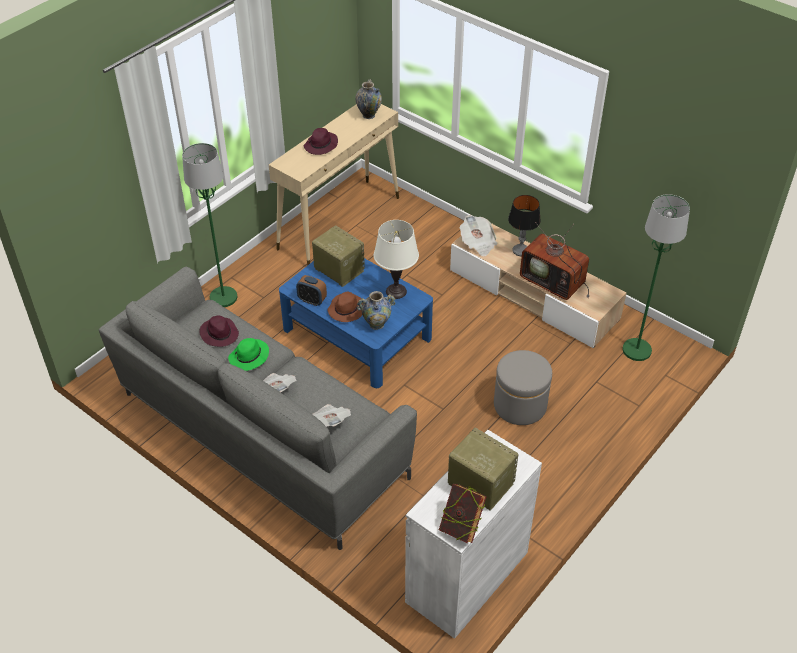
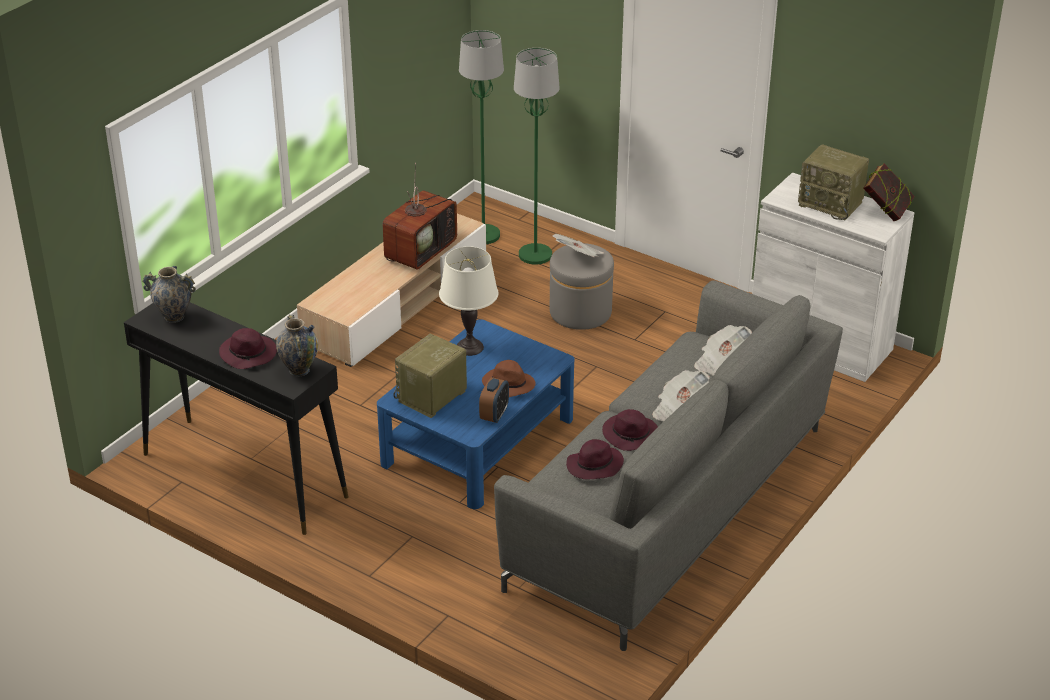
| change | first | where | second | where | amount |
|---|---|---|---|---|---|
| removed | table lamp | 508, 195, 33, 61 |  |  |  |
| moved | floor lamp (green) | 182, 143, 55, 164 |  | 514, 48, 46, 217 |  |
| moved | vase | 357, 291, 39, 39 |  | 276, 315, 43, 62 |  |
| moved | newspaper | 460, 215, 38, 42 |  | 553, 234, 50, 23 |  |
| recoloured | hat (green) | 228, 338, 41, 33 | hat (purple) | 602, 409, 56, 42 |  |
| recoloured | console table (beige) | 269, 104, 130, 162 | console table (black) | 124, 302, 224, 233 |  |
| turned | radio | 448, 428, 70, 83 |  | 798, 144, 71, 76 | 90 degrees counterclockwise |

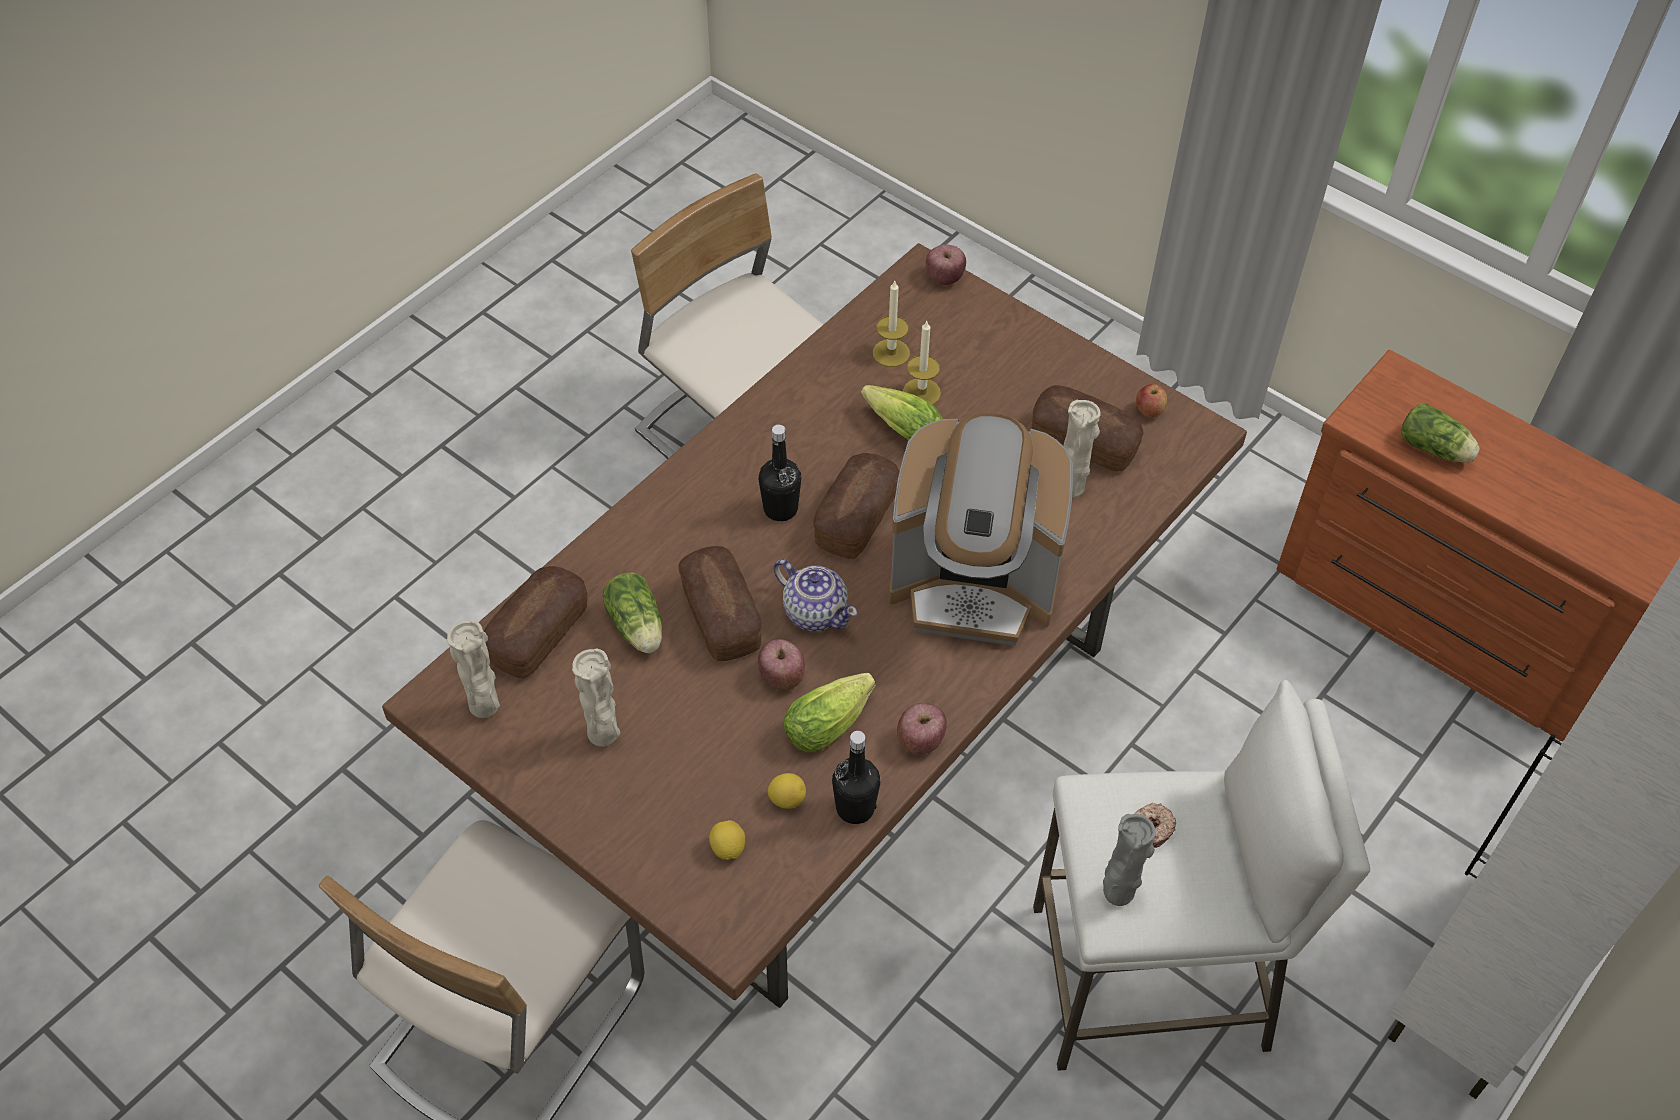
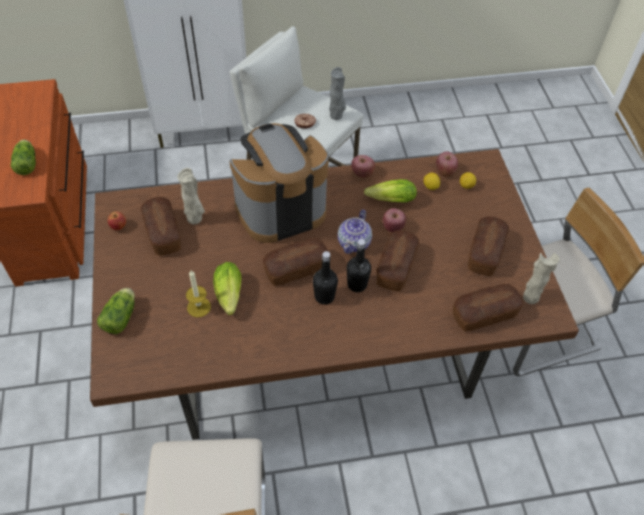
| change | first | where | second | where | amount |
|---|---|---|---|---|---|
| removed | candle | 873, 281, 37, 86 |  |  |  |
| moved | lettuce | 603, 572, 59, 81 |  | 97, 288, 38, 46 |  |
| moved | bottle (black) | 832, 731, 48, 93 |  | 346, 239, 25, 53 |  |
| moved | apple | 926, 245, 40, 40 |  | 436, 152, 22, 25 |  |
| replaced | vase (beige) | 572, 648, 49, 99 | bread | 468, 217, 41, 59 |  |
| turned | teapot | 774, 559, 84, 72 |  | 338, 210, 34, 44 | 150 degrees counterclockwise |
| turned | coffee machine | 889, 413, 184, 233 |  | 229, 123, 100, 120 | 75 degrees counterclockwise |

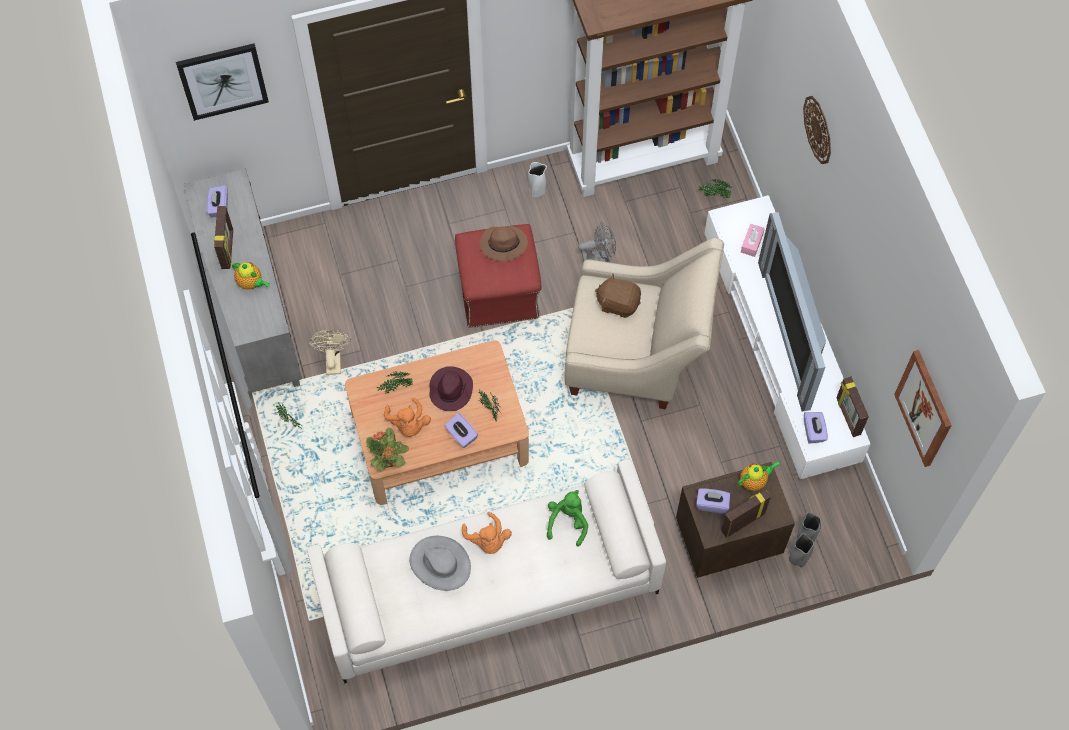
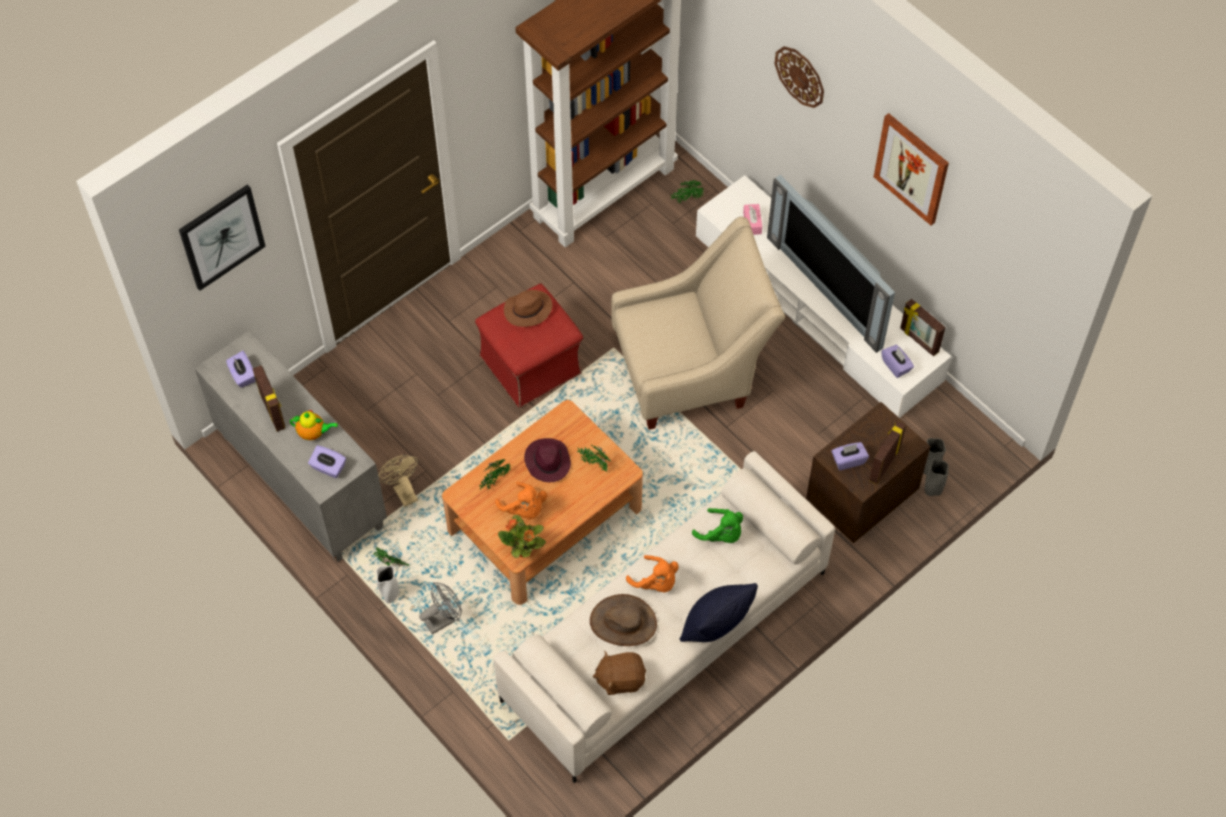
| change | first | where | second | where | amount |
|---|---|---|---|---|---|
| removed | teapot | 737, 461, 44, 30 |  |  |  |
| added |  |  | pillow (black) | 680, 583, 78, 59 |  |
| moved | tissue box (purple) | 445, 413, 33, 35 |  | 308, 445, 38, 33 |  |
| moved | vase (white) | 528, 162, 19, 36 |  | 376, 566, 23, 37 |  |
| moved | fan (grey) | 578, 221, 38, 41 |  | 419, 582, 43, 52 |  |
| moved | plush toy (brown) | 595, 273, 46, 45 |  | 593, 651, 53, 44 |  |
| moved | picture | 894, 350, 58, 117 |  | 874, 113, 75, 112 |  |
| recoloured | hat (grey) | 410, 536, 61, 55 | hat (brown) | 590, 594, 67, 52 |  |
| turned | plush toy (green) | 547, 490, 41, 57 |  | 692, 508, 51, 35 | 135 degrees clockwise |

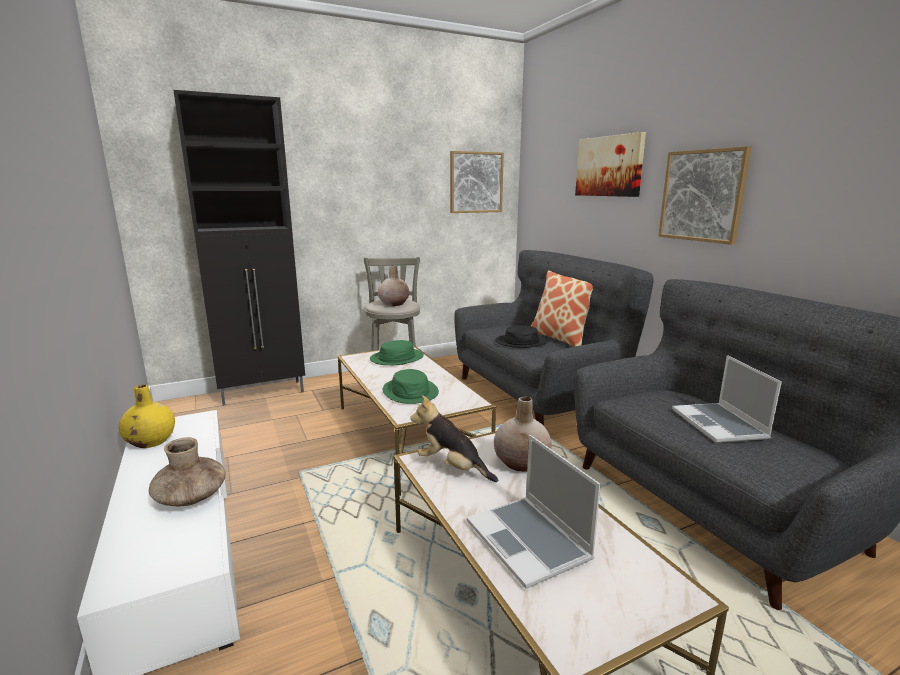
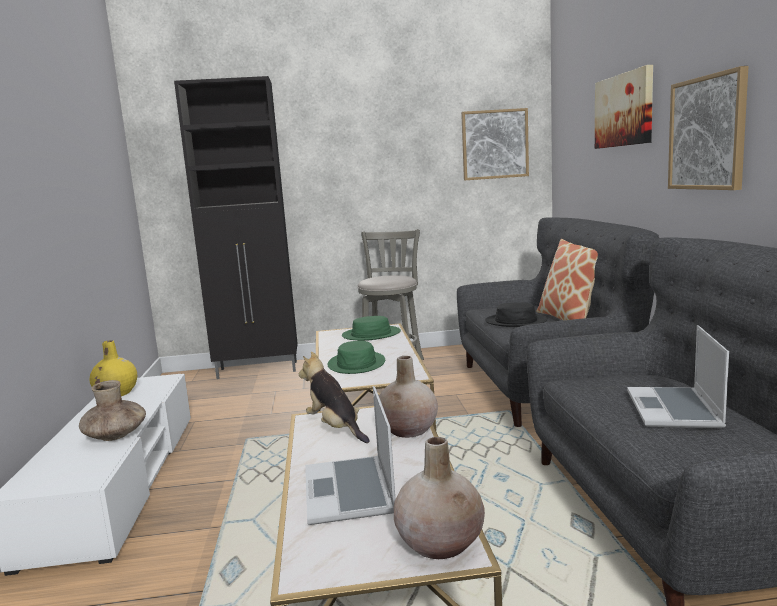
| change | first | where | second | where | amount |
|---|---|---|---|---|---|
| moved | vase (beige) | 378, 265, 31, 41 |  | 393, 437, 92, 122 |  |

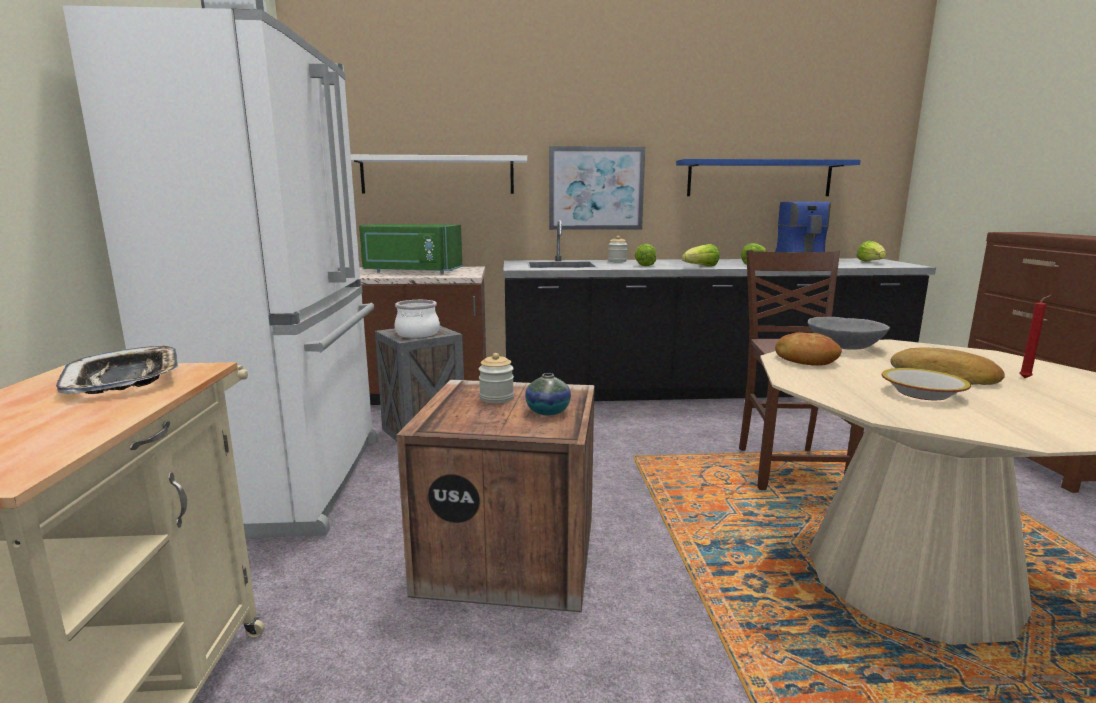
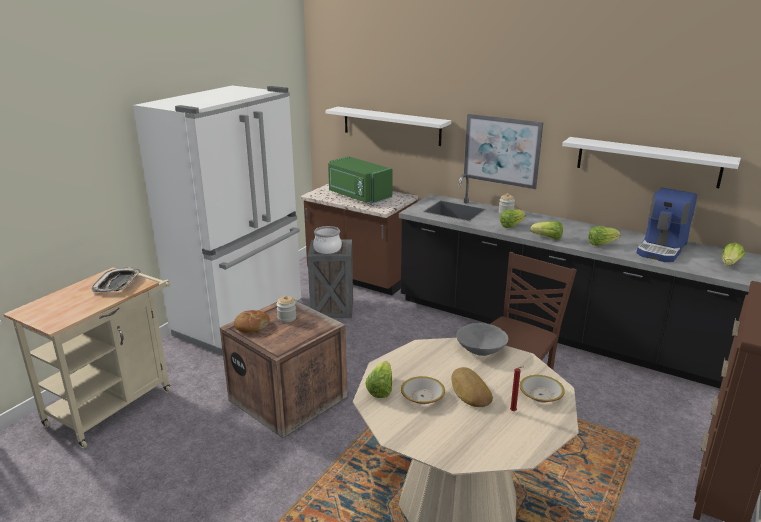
| change | first | where | second | where | amount |
|---|---|---|---|---|---|
| removed | vase | 525, 373, 46, 43 |  |  |  |
| added |  |  | lettuce | 365, 361, 27, 37 |  |
| added |  |  | bowl | 519, 375, 46, 27 |  |
| moved | bread | 775, 332, 67, 34 |  | 234, 310, 36, 23 |  |
| recoloured | shelf (blue) | 676, 159, 185, 37 | shelf (white) | 562, 137, 179, 51 |  |

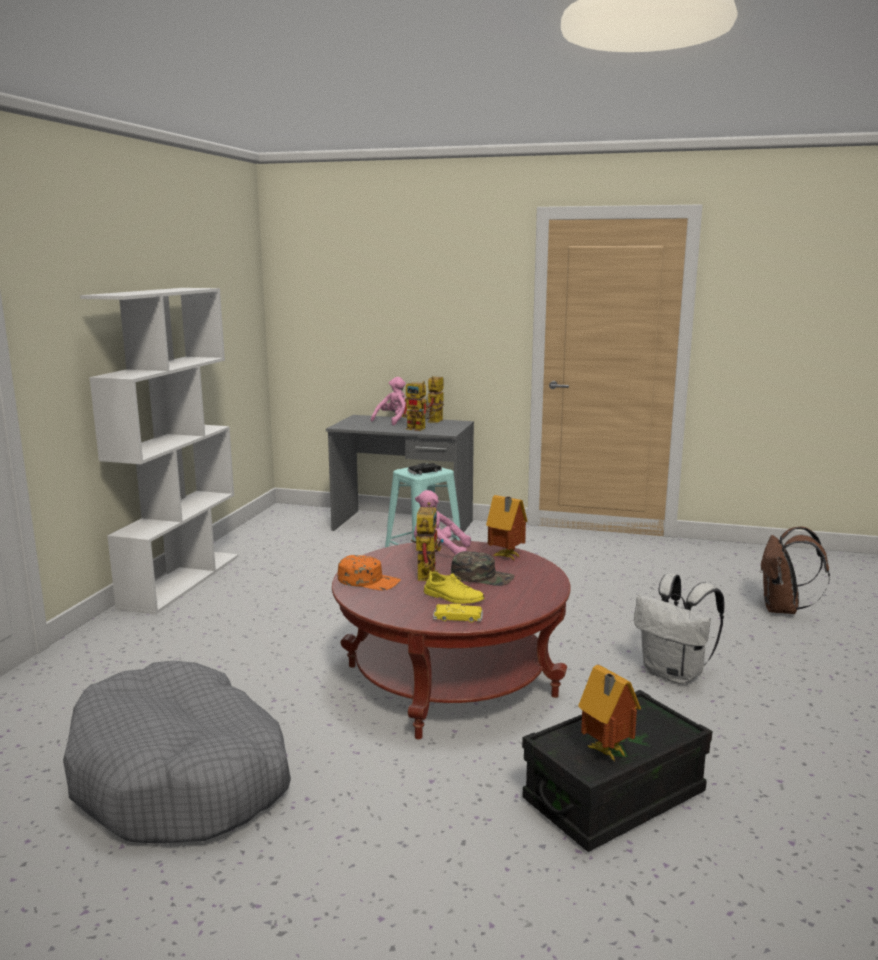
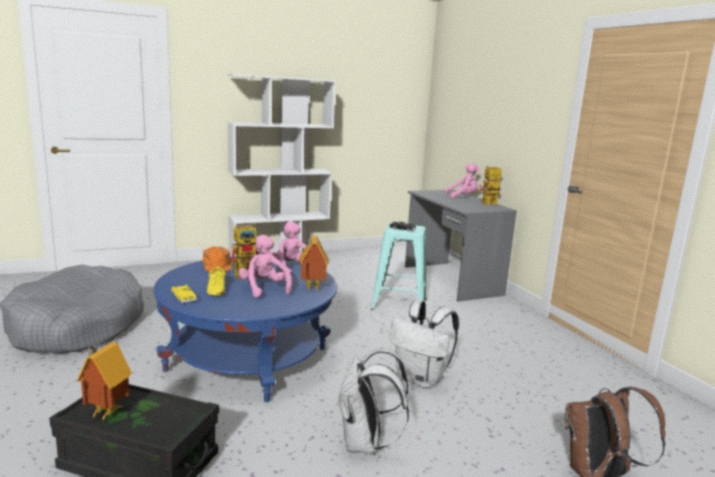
| change | first | where | second | where | amount |
|---|---|---|---|---|---|
| removed | toy robot | 402, 381, 34, 50 |  |  |  |
| added |  |  | backpack (white) | 390, 300, 69, 88 |  |
| replaced | cap (green) | 451, 551, 64, 35 | plush toy (pink) | 239, 235, 53, 63 |  |
| recoloured | coffee table (red) | 332, 540, 238, 199 | coffee table (blue) | 153, 257, 184, 145 |  |

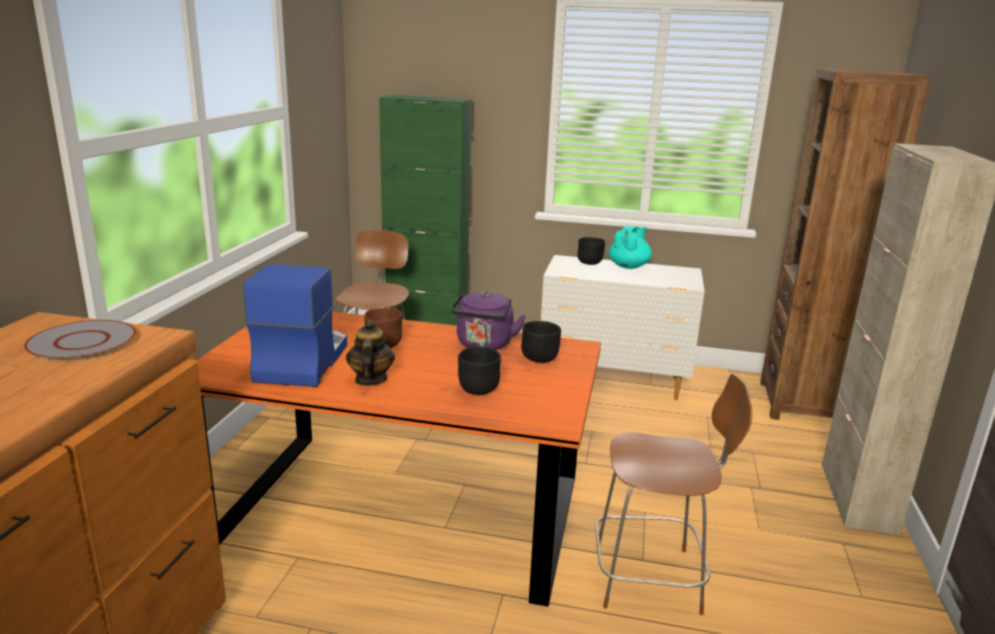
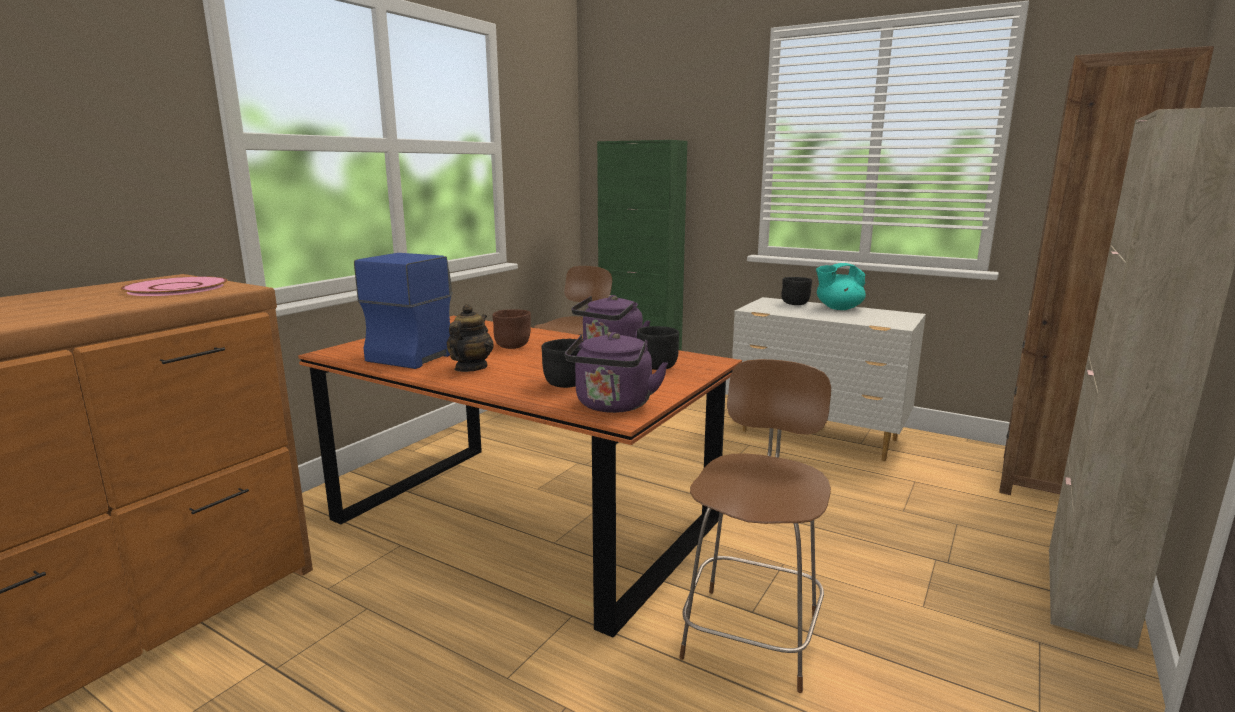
| change | first | where | second | where | amount |
|---|---|---|---|---|---|
| added |  |  | kettle (purple) | 565, 332, 103, 81 |  |
| recoloured | plate (grey) | 24, 320, 113, 41 | plate (pink) | 120, 276, 107, 20 |  |
| turned | chair (brown) | 595, 374, 158, 241 |  | 679, 359, 152, 334 | 90 degrees counterclockwise |
| turned | teapot (turquoise) | 609, 226, 43, 43 |  | 816, 263, 50, 47 | 150 degrees counterclockwise |

